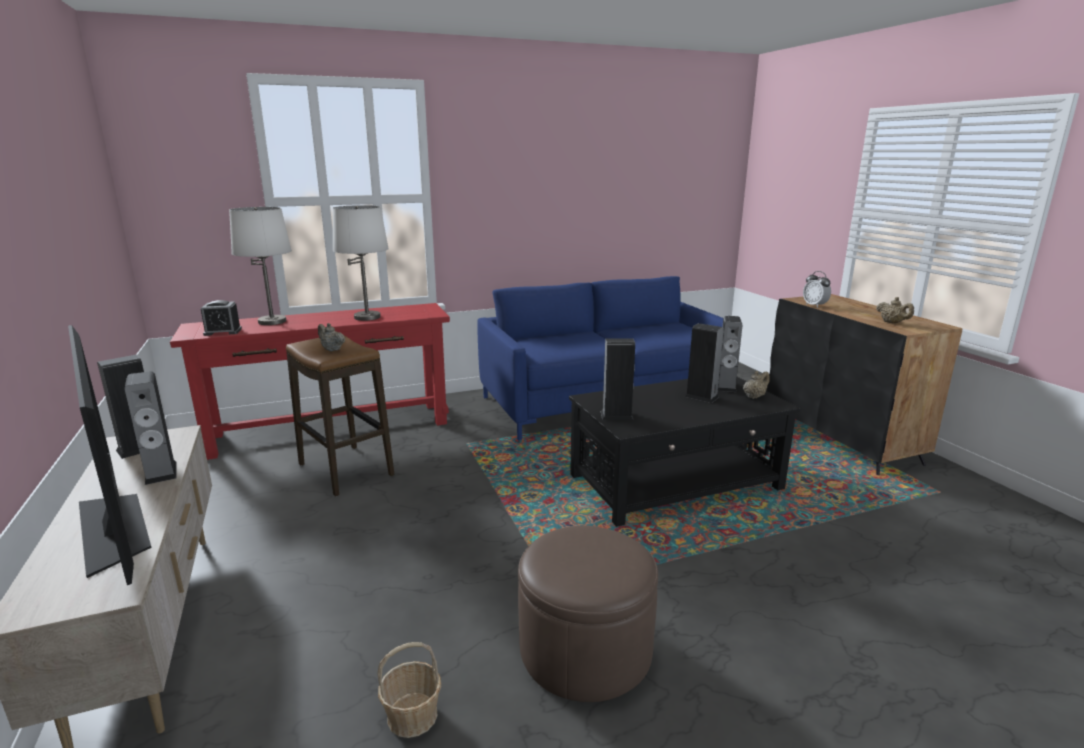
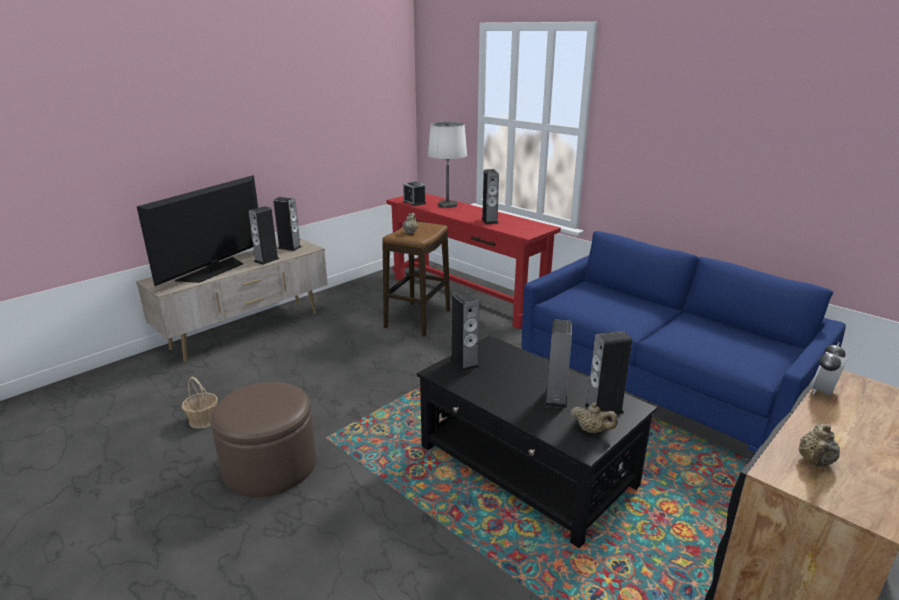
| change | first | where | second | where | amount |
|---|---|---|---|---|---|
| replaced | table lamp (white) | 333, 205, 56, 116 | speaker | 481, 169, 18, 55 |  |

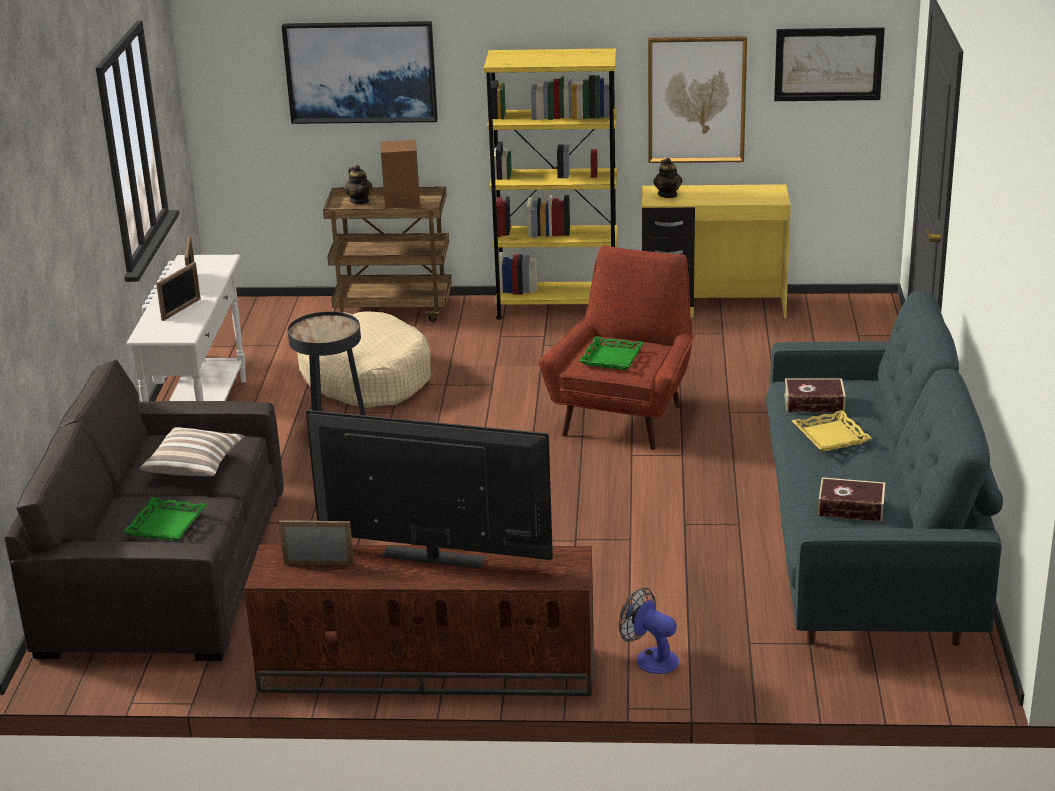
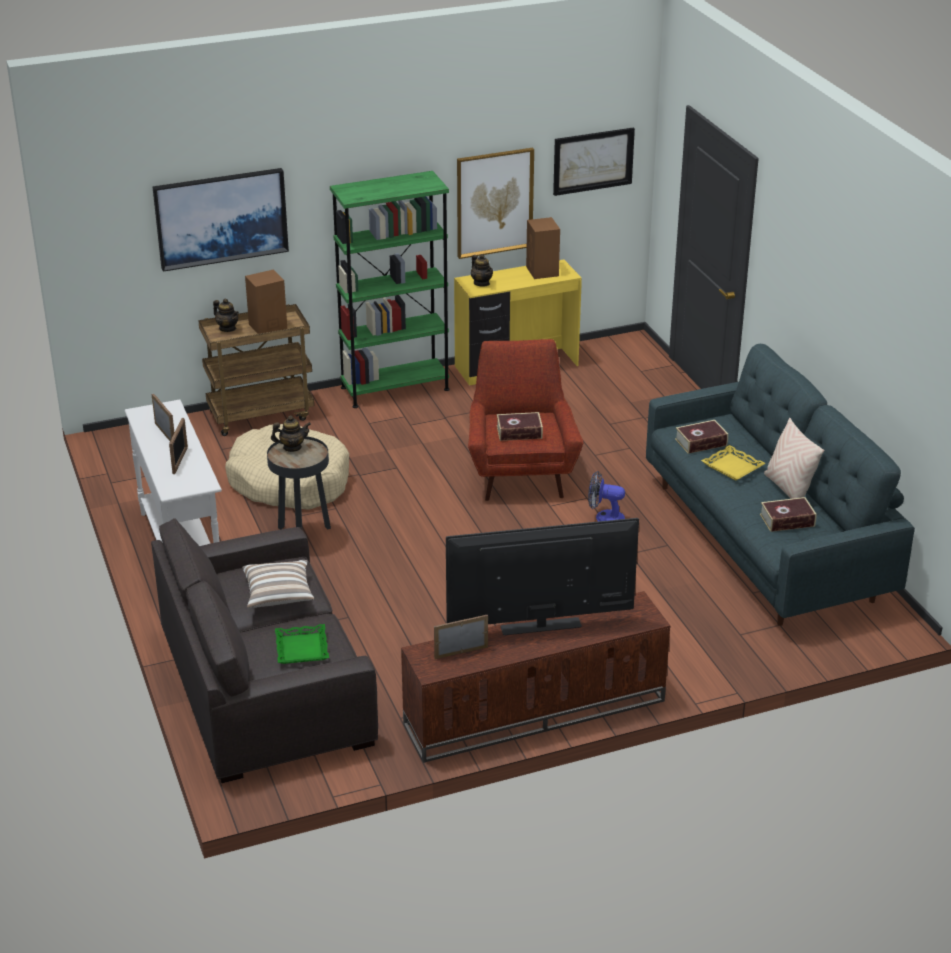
| change | first | where | second | where | amount |
|---|---|---|---|---|---|
| added |  |  | teapot | 271, 416, 40, 36 |  |
| added |  |  | speaker (brown) | 526, 217, 34, 62 |  |
| added |  |  | pillow (beige) | 764, 418, 60, 81 |  |
| moved | fan | 619, 587, 60, 87 |  | 588, 471, 37, 50 |  |
| replaced | tray (green) | 579, 336, 65, 34 | book | 497, 412, 46, 29 |  |
| recoloured | bookcase (yellow) | 484, 48, 134, 272 | bookcase (green) | 330, 171, 120, 237 |  |

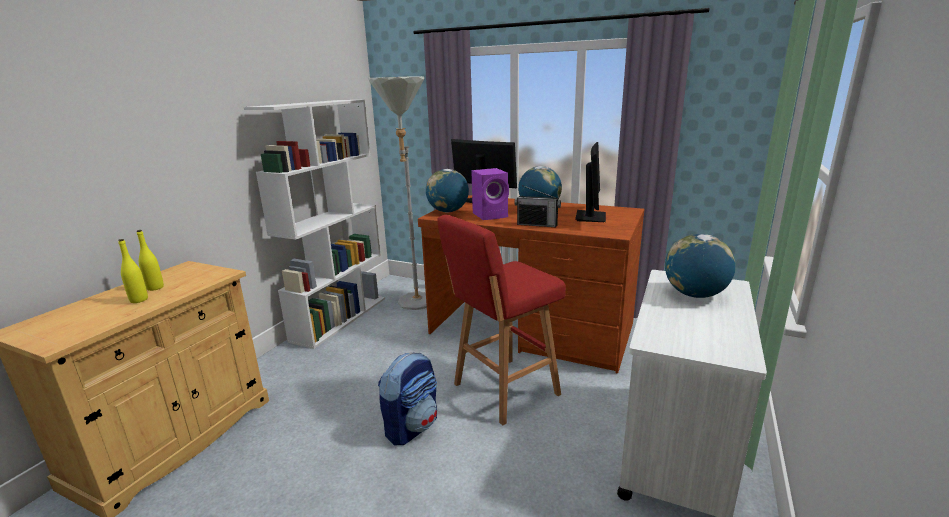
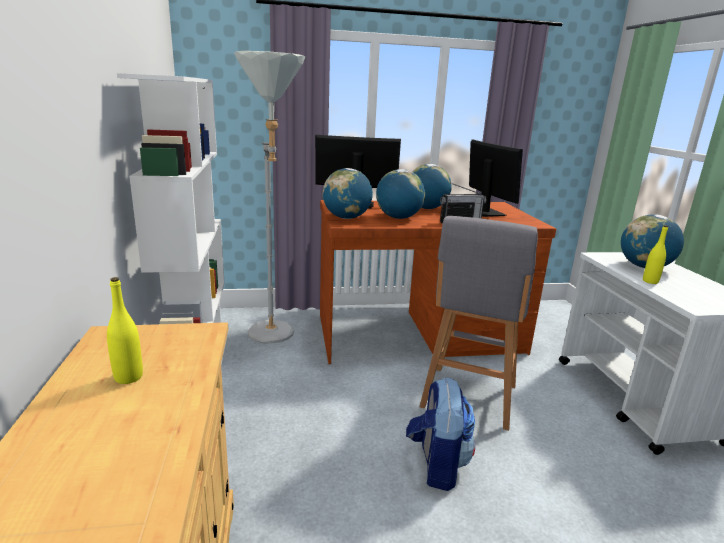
| change | first | where | second | where | amount |
|---|---|---|---|---|---|
| moved | bottle (yellow) | 118, 239, 30, 64 |  | 643, 225, 25, 59 |  |
| replaced | speaker (purple) | 471, 168, 38, 52 | globe | 376, 169, 49, 50 |  |
| recoloured | stool (red) | 437, 215, 129, 210 | stool (grey) | 419, 216, 119, 215 |  |

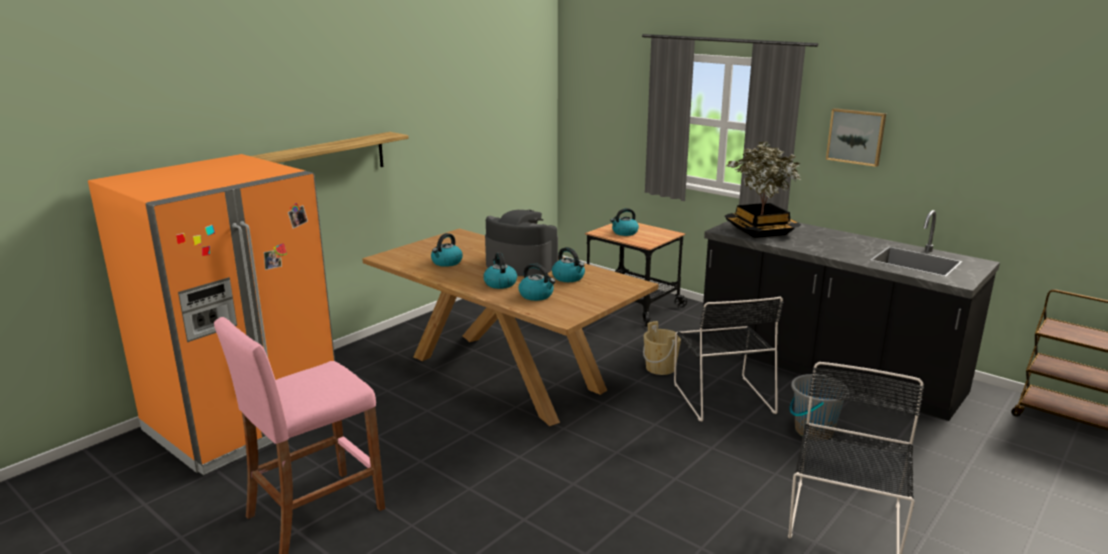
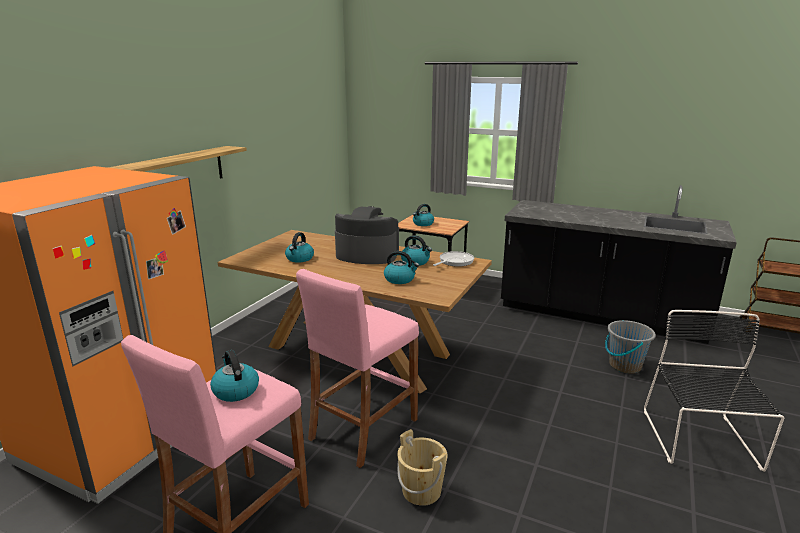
| change | first | where | second | where | amount |
|---|---|---|---|---|---|
| removed | chair (black) | 674, 297, 109, 125 |  |  |  |
| removed | potted plant | 725, 142, 76, 96 |  |  |  |
| removed | picture | 826, 108, 60, 59 |  |  |  |
| added |  |  | stool (pink) | 296, 269, 123, 199 |  |
| added |  |  | frying pan | 433, 251, 41, 16 |  |
| moved | kettle | 483, 253, 34, 36 |  | 210, 350, 49, 52 |  |
| moved | bucket (beige) | 643, 321, 38, 54 |  | 397, 429, 51, 77 |  |

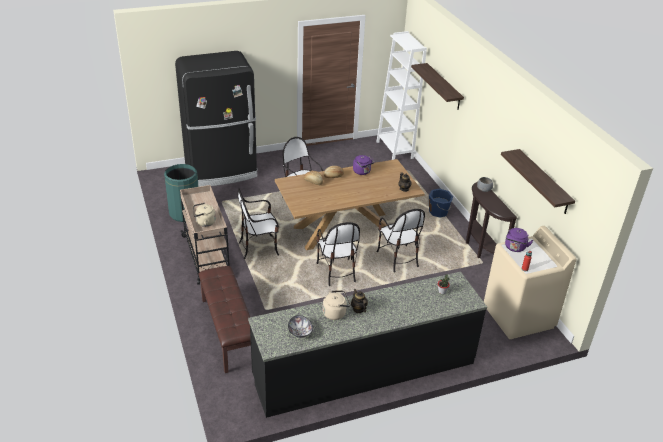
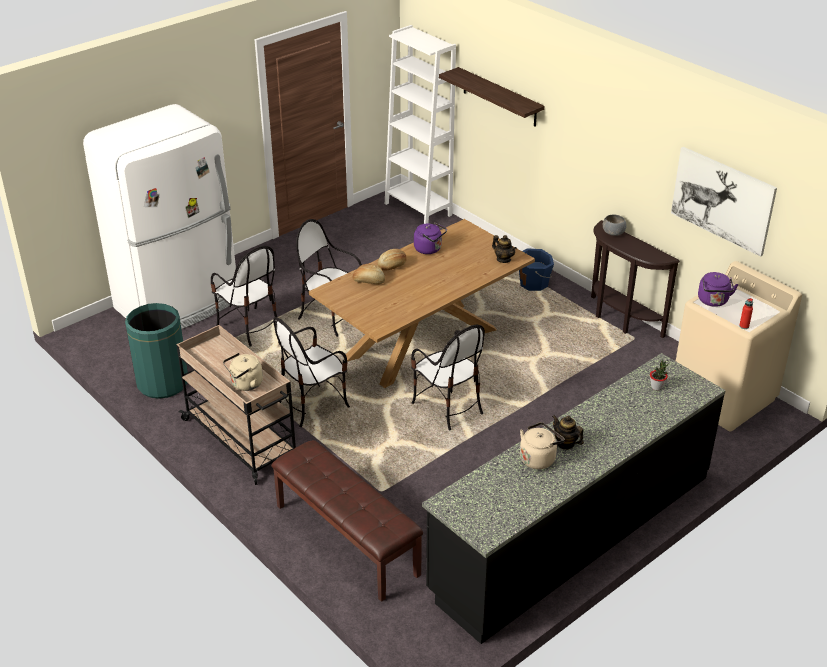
| change | first | where | second | where | amount |
|---|---|---|---|---|---|
| removed | bowl | 288, 315, 25, 23 |  |  |  |
| moved | chair | 377, 209, 48, 63 |  | 211, 246, 66, 101 |  |
| replaced | shelf | 501, 149, 74, 65 | picture | 671, 147, 106, 110 |  |
| recoloured | fridge (black) | 175, 51, 83, 136 | fridge (white) | 83, 104, 153, 225 |  |

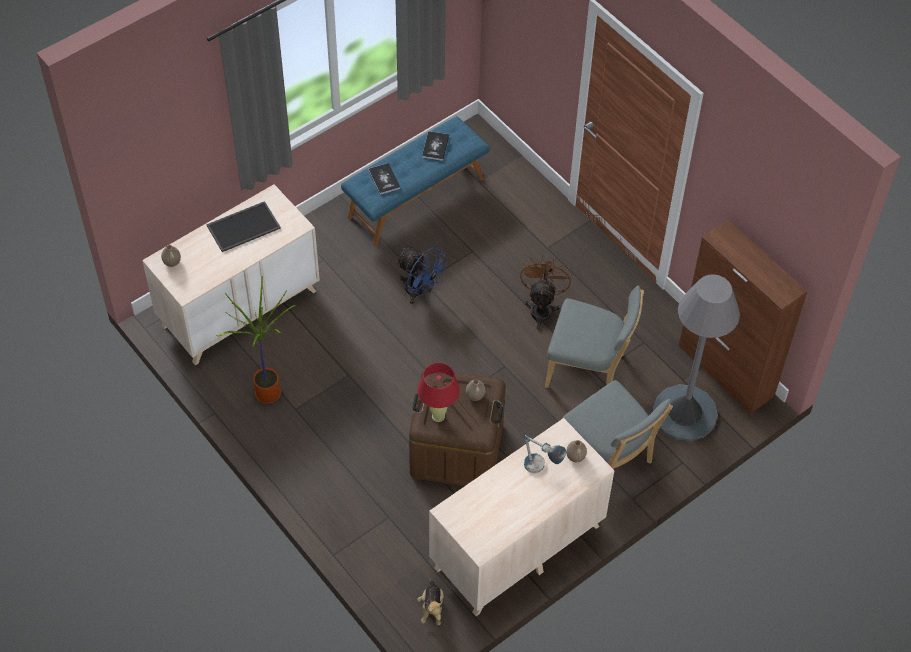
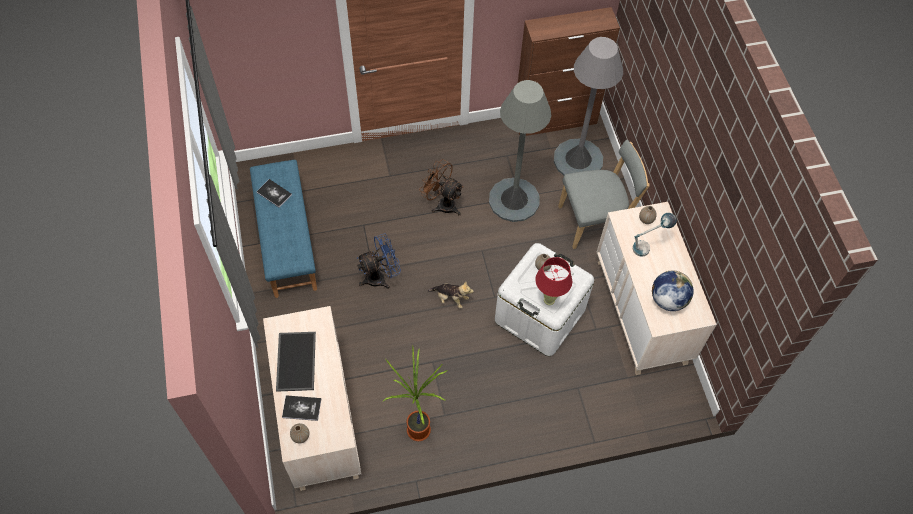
| change | first | where | second | where | amount |
|---|---|---|---|---|---|
| added |  |  | globe | 652, 271, 42, 40 |  |
| moved | book | 369, 163, 31, 32 |  | 282, 395, 39, 26 |  |
| moved | plush toy | 417, 579, 26, 47 |  | 428, 282, 46, 27 |  |
| replaced | chair (grey) | 545, 285, 99, 103 | floor lamp (grey) | 489, 80, 62, 142 |  |
| recoloured | storage box (brown) | 409, 371, 97, 116 | storage box (white) | 495, 243, 99, 113 |  |

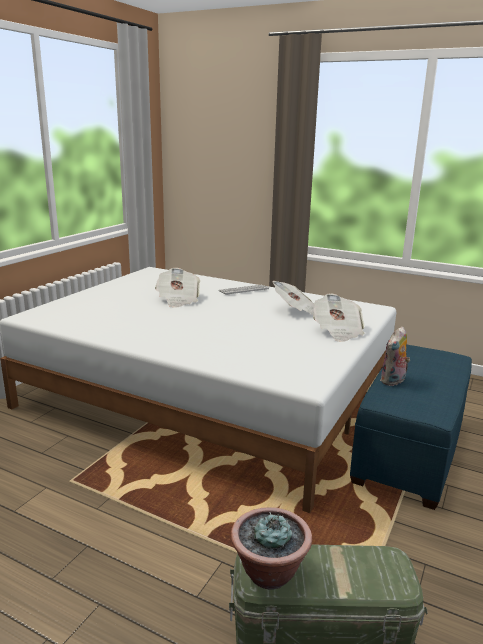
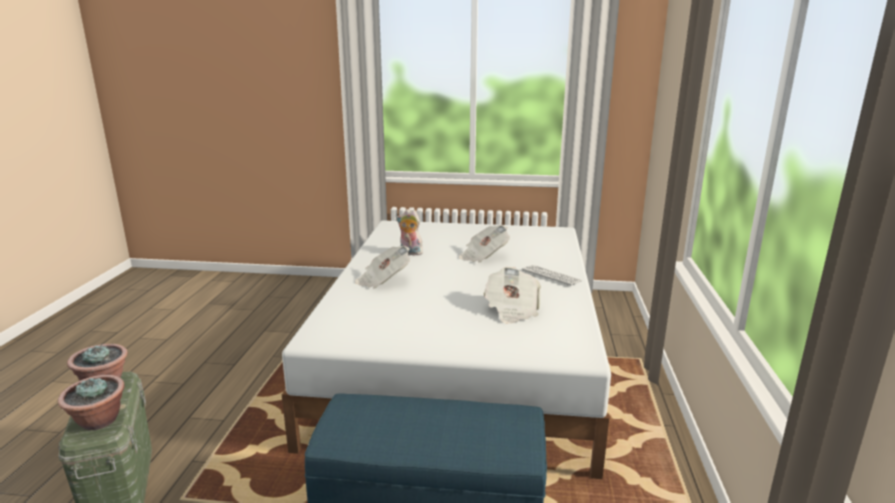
| change | first | where | second | where | amount |
|---|---|---|---|---|---|
| added |  |  | potted plant | 58, 375, 67, 55 |  |
| moved | newspaper | 313, 294, 52, 48 |  | 355, 246, 55, 42 |  |
| moved | plush toy | 380, 326, 30, 60 |  | 396, 209, 27, 46 |  |

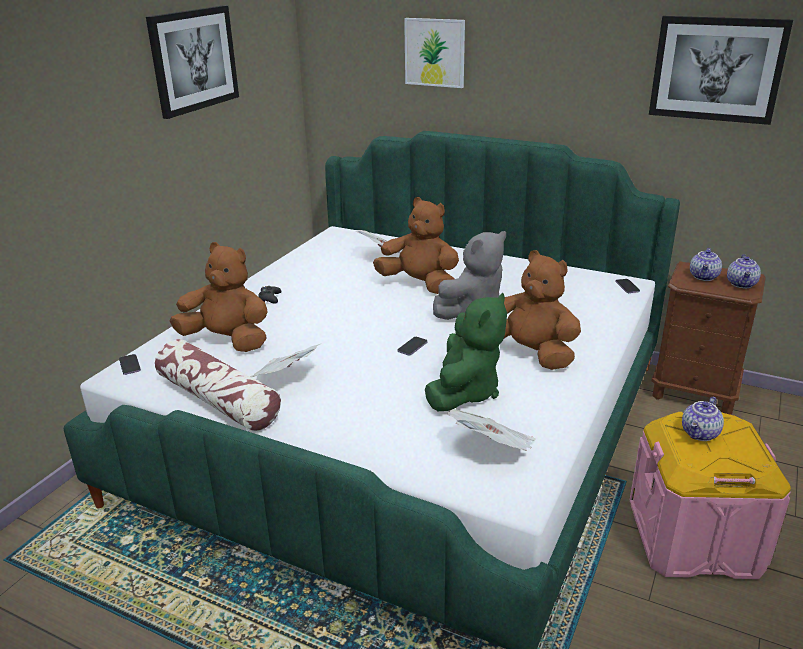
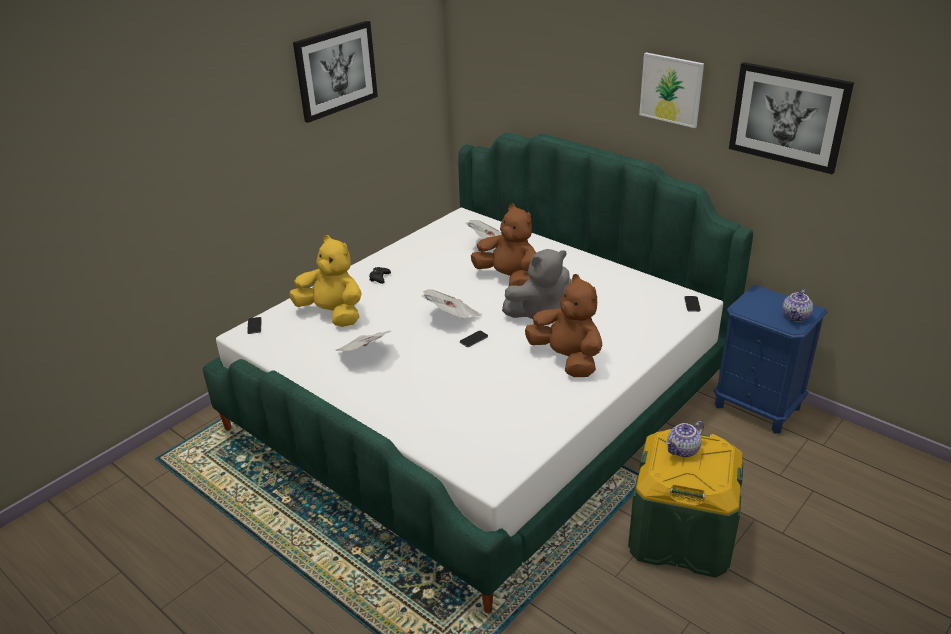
| change | first | where | second | where | amount |
|---|---|---|---|---|---|
| removed | pillow | 155, 339, 126, 92 |  |  |  |
| removed | plush toy (green) | 425, 293, 82, 118 |  |  |  |
| removed | teapot | 690, 248, 32, 33 |  |  |  |
| moved | picture | 404, 18, 61, 70 |  | 639, 52, 65, 76 |  |
| moved | newspaper | 448, 409, 87, 42 |  | 422, 289, 60, 30 |  |
| recoloured | plush toy (brown) | 170, 242, 98, 110 | plush toy (yellow) | 289, 235, 72, 92 |  |
| recoloured | storage box (pink) | 630, 412, 161, 167 | storage box (green) | 628, 429, 115, 149 |  |
| recoloured | nightstand (brown) | 652, 261, 114, 154 | nightstand (blue) | 713, 285, 114, 148 |  |

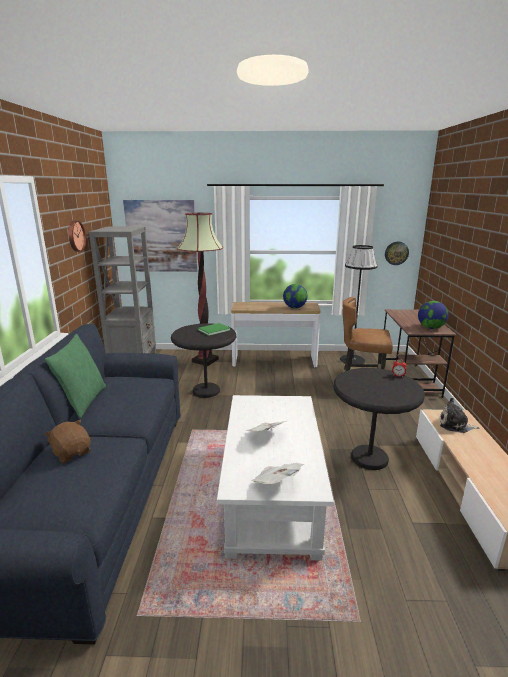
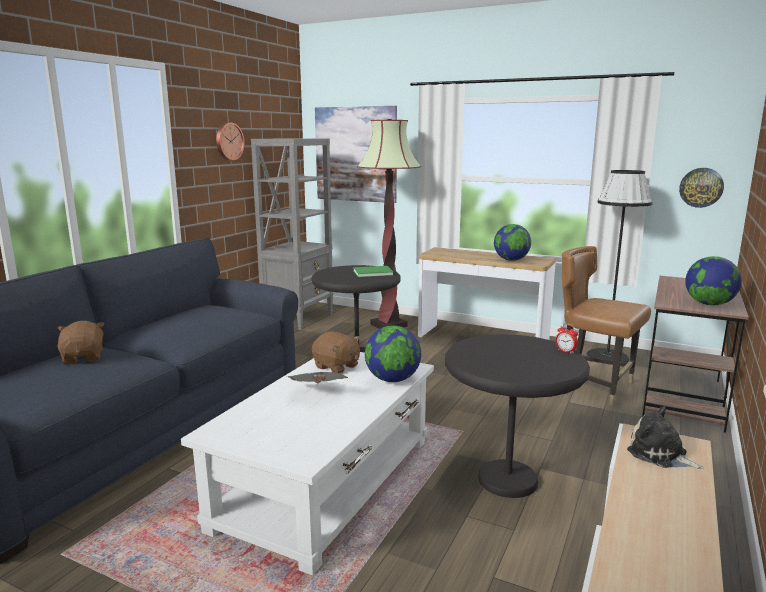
| change | first | where | second | where | amount |
|---|---|---|---|---|---|
| removed | pillow (green) | 45, 334, 61, 84 |  |  |  |
| removed | newspaper | 251, 463, 53, 21 |  |  |  |
| added |  |  | plush toy (brown) | 312, 331, 48, 42 |  |
| added |  |  | globe | 365, 325, 56, 57 |  |

